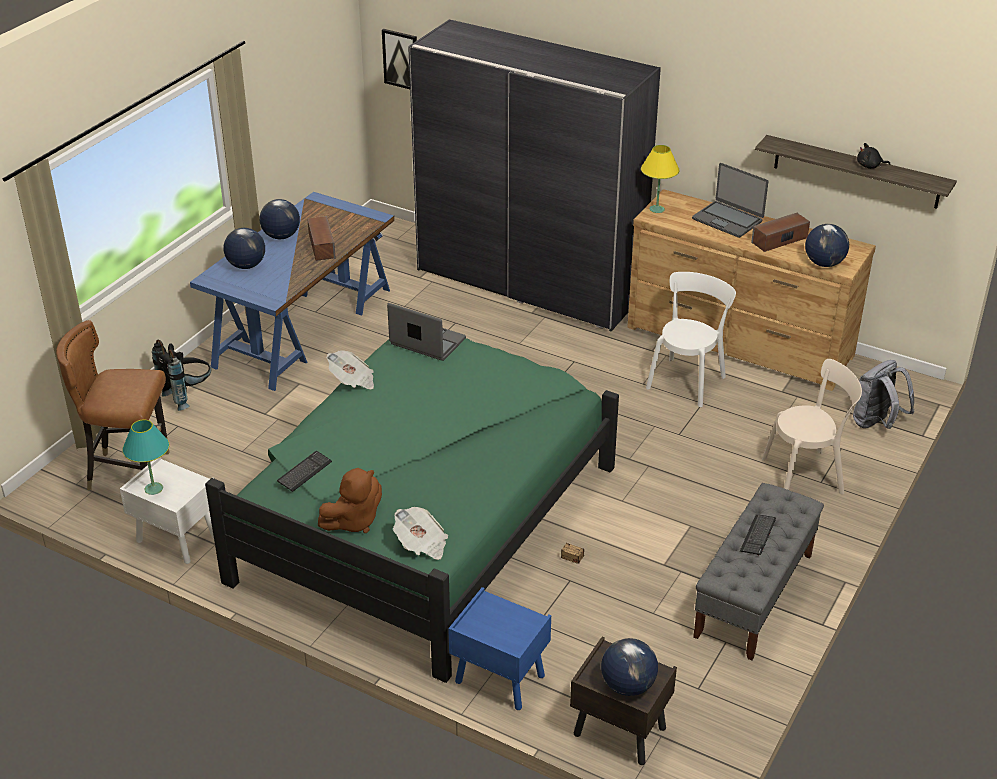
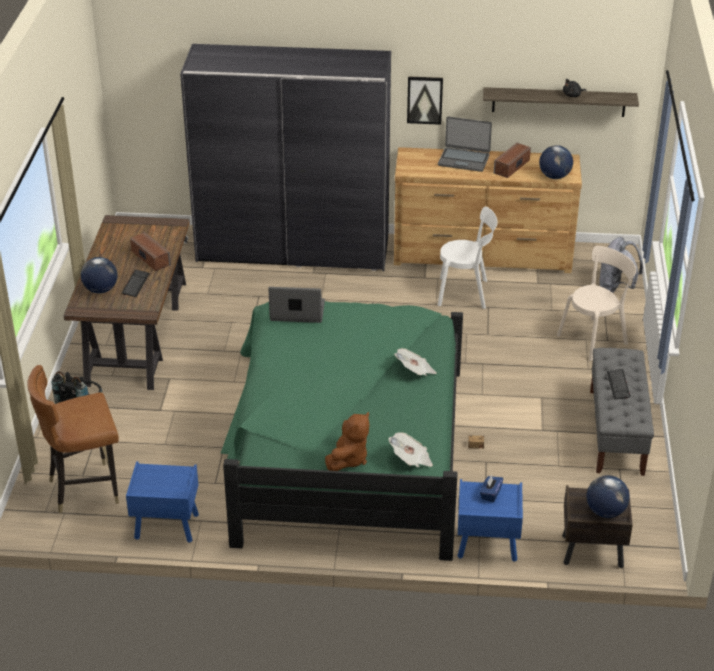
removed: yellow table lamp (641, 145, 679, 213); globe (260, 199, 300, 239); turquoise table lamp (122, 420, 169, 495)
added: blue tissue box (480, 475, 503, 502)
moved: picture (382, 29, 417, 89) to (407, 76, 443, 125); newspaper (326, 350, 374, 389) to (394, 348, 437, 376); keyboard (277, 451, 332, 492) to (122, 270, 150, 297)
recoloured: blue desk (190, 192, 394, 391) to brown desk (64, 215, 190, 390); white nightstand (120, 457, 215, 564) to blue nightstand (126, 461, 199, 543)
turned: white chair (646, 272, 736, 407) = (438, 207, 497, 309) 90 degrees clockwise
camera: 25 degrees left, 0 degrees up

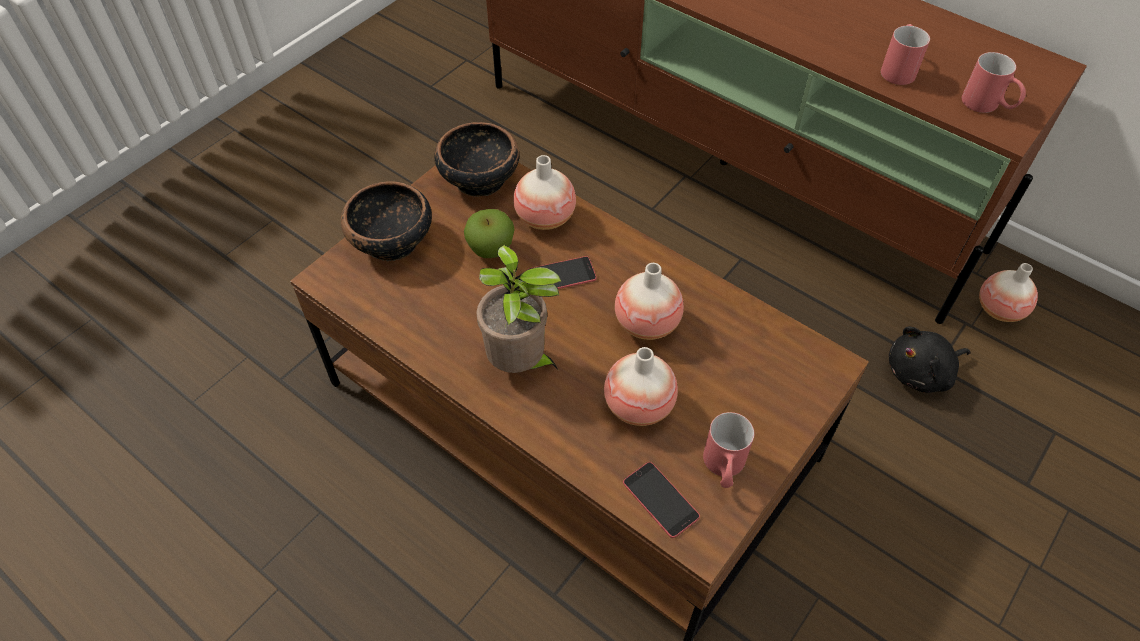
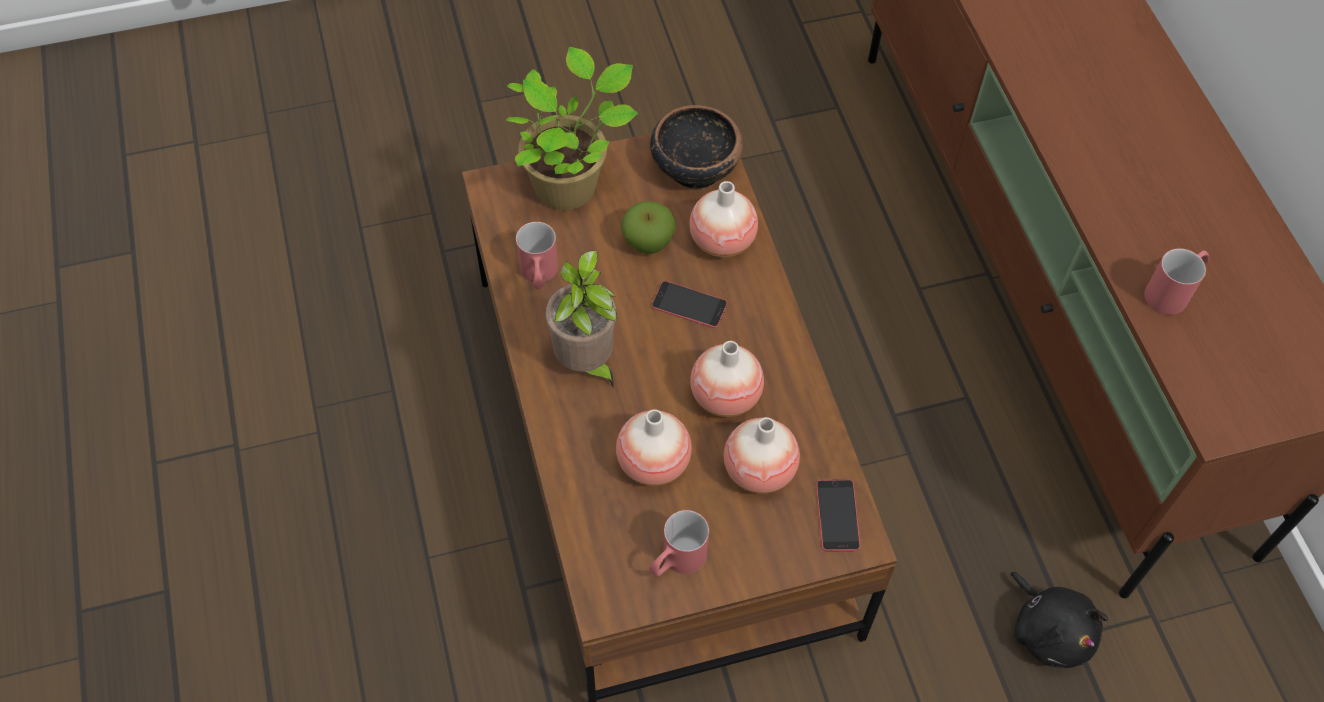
moved: red mug (962, 52, 1026, 113) to (516, 222, 558, 290); vase (979, 263, 1038, 322) to (724, 417, 800, 494); phone (623, 462, 700, 538) to (816, 479, 860, 551)
replaced: bowl (341, 181, 432, 261) to potted plant (506, 47, 638, 210)
turned: black plush toy (889, 326, 970, 393) = (1010, 572, 1108, 668) 135 degrees counterclockwise
camera: 35 degrees right, 5 degrees up

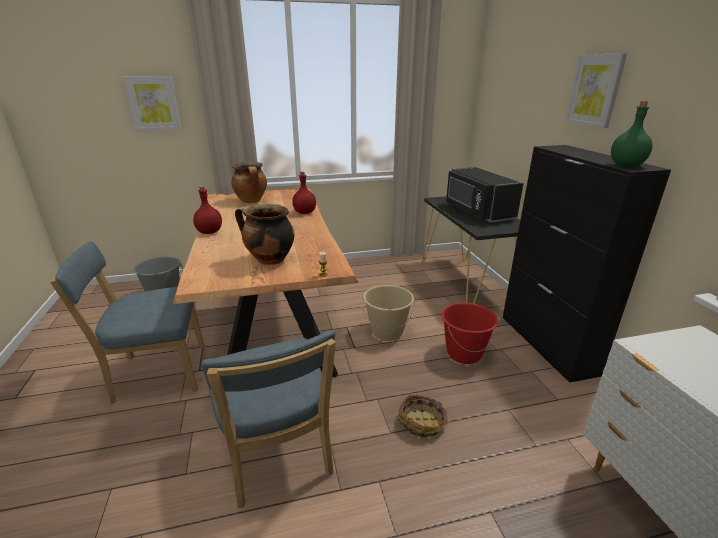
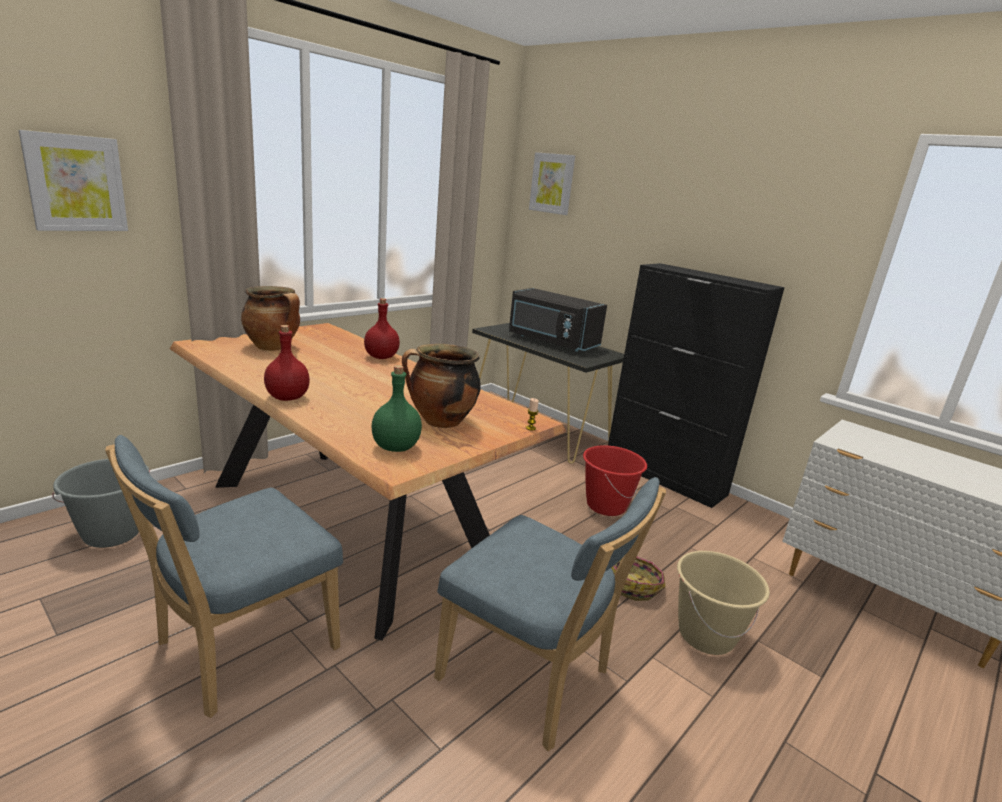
moved: picture (565, 53, 627, 128) to (529, 152, 575, 215); green bottle (611, 101, 653, 167) to (371, 365, 422, 452); beige bucket (362, 285, 415, 341) to (677, 551, 770, 655)
camera: 35 degrees left, 5 degrees down

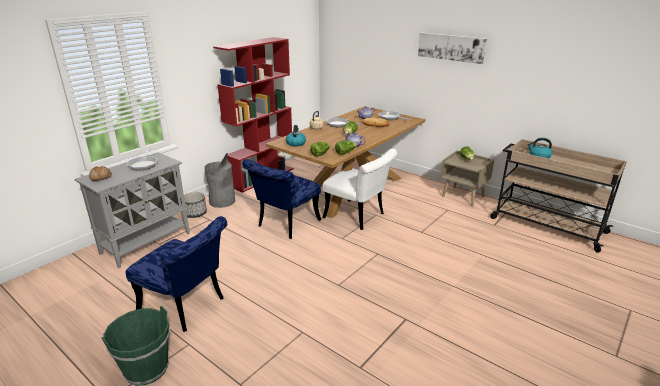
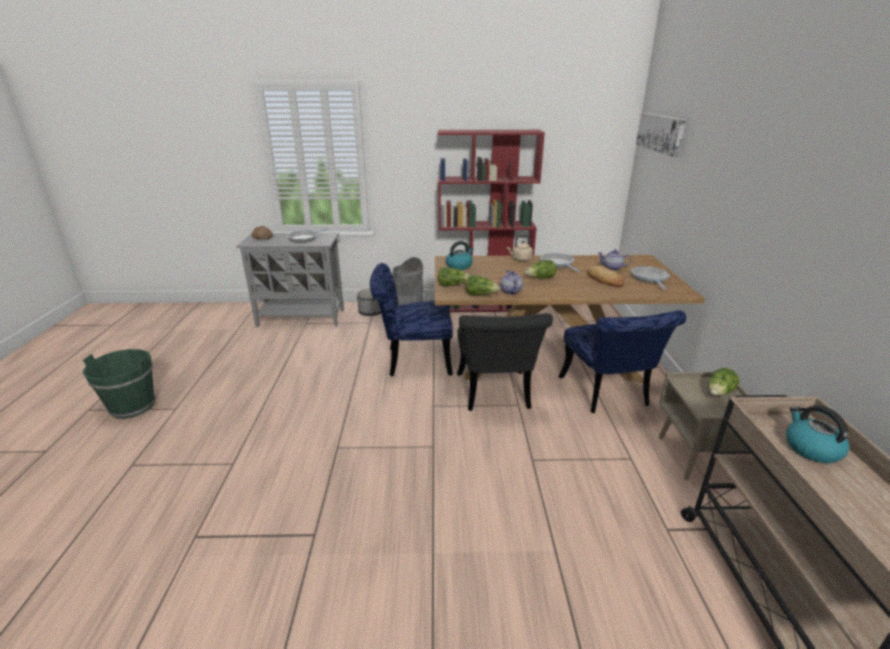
moved: picture (418, 32, 487, 64) to (636, 113, 686, 157); blue chair (126, 216, 227, 332) to (558, 310, 686, 413)
recoloured: white chair (322, 148, 397, 230) to black chair (457, 313, 553, 411)
camera: 50 degrees right, 0 degrees up

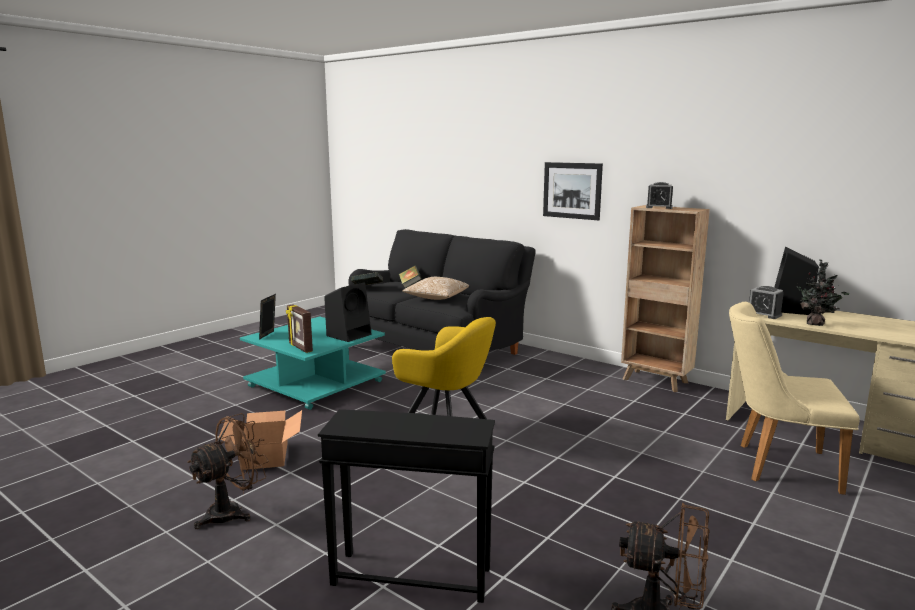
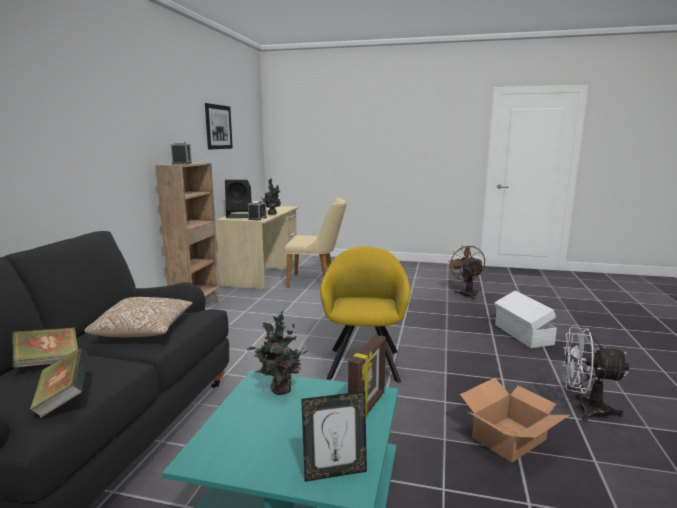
moved: picture (543, 162, 603, 220) to (205, 103, 233, 150)
replaced: black speaker (324, 282, 371, 342) to potted plant (246, 310, 308, 395); black side table (318, 409, 495, 603) to white storage box (494, 291, 557, 348)
recoloured: brown fan (187, 413, 269, 529) to white fan (562, 327, 630, 422)
turned: beige chair (729, 302, 860, 495) = (285, 198, 347, 288) 75 degrees counterclockwise
camera: 115 degrees left, 0 degrees up

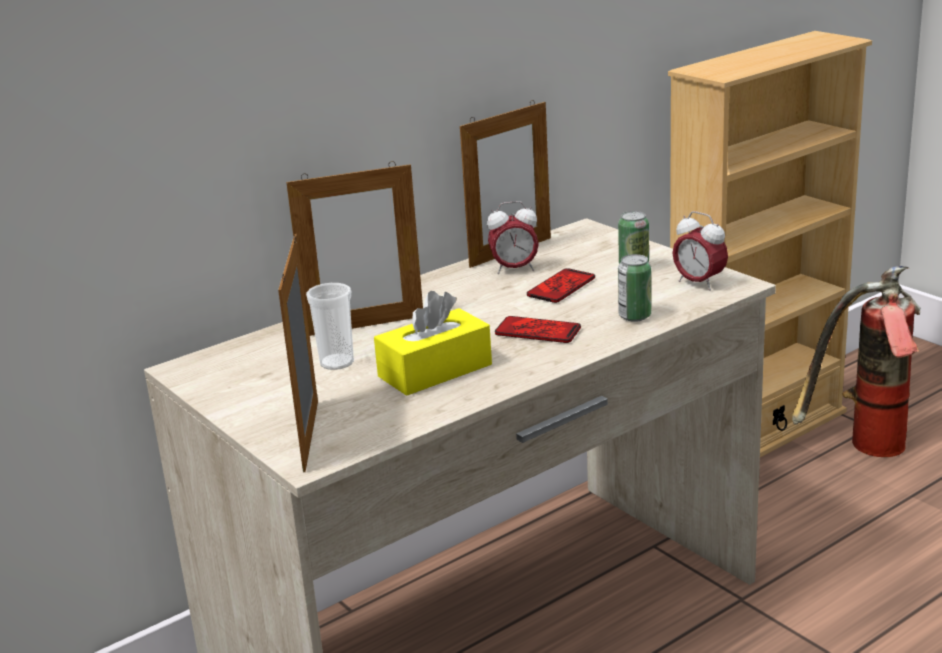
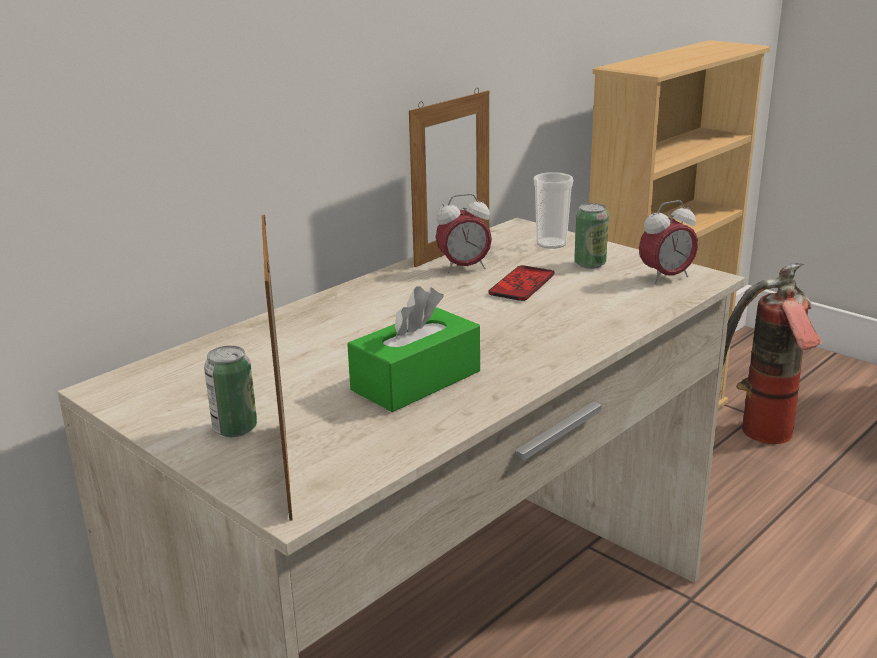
removed: picture frame (286, 161, 423, 336); phone (495, 316, 581, 343)
moved: can (618, 254, 651, 322) to (204, 346, 257, 437); cup (306, 283, 354, 370) to (534, 172, 573, 249)
recoloured: yellow tissue box (374, 291, 492, 396) to green tissue box (347, 286, 480, 412)
turned: alarm clock (672, 211, 728, 291) = (639, 200, 698, 284) 60 degrees counterclockwise
camera: 10 degrees left, 0 degrees up

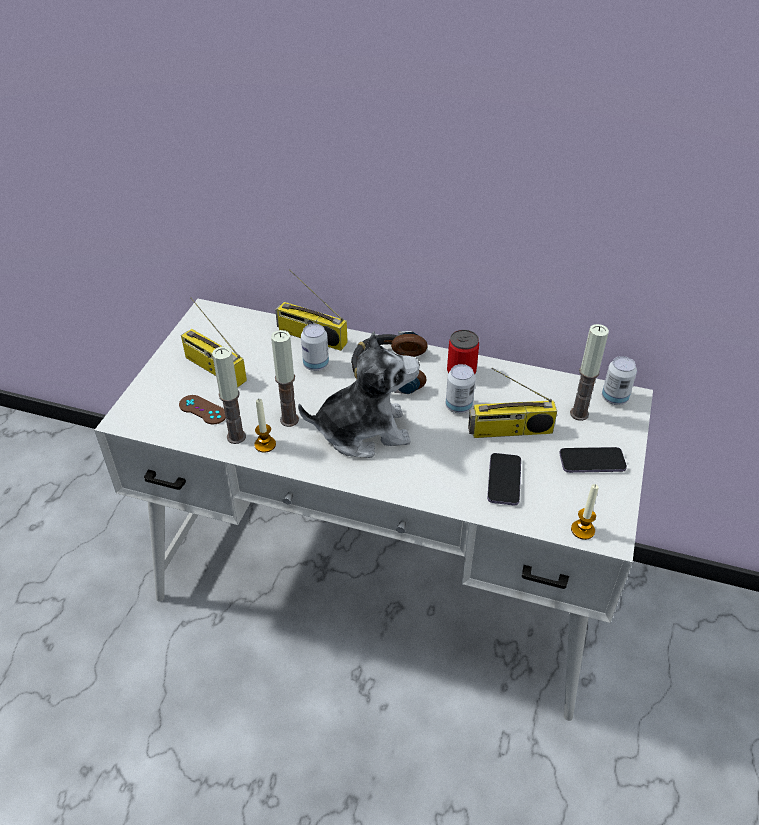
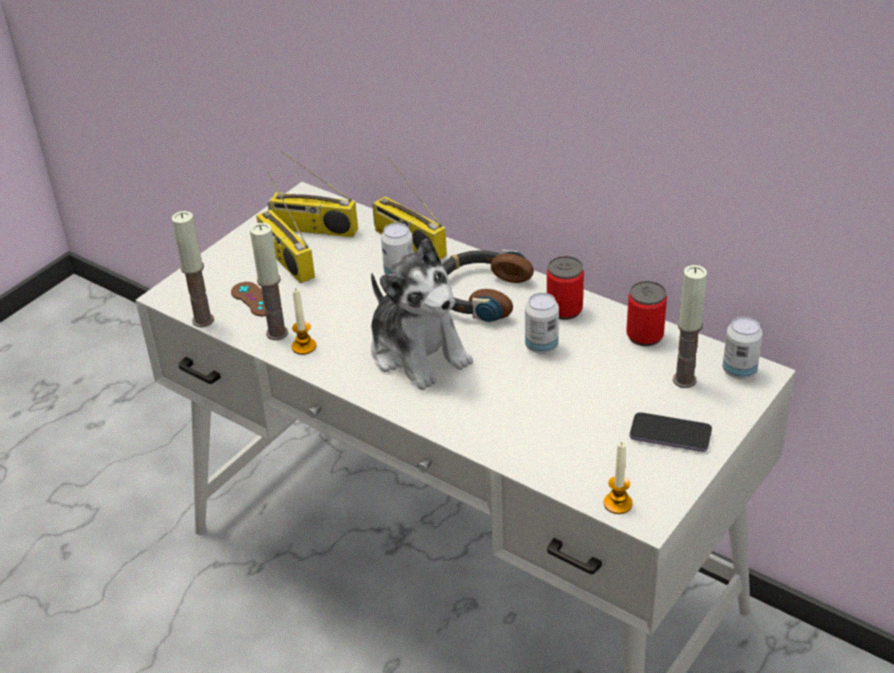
removed: phone (487, 453, 521, 505)
added: can (626, 281, 667, 346)
moved: candle (271, 330, 299, 427) to (171, 211, 214, 327); radio (468, 368, 557, 438) to (267, 150, 358, 237)
turned: plush toy (298, 331, 420, 458) = (371, 238, 473, 390) 45 degrees clockwise
camera: 20 degrees right, 5 degrees down

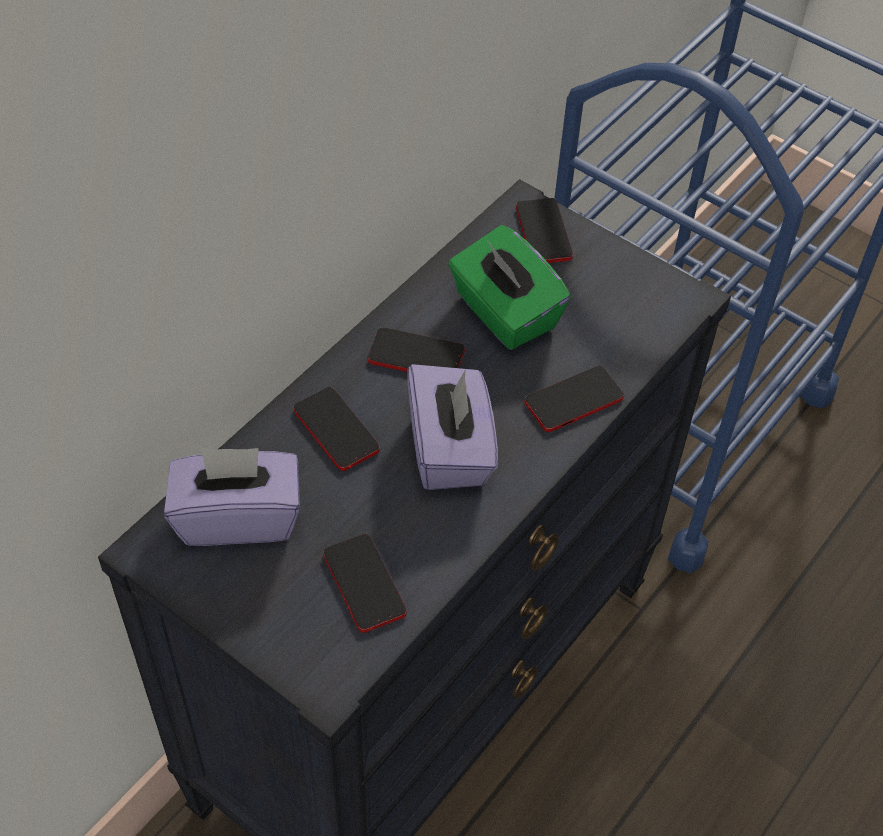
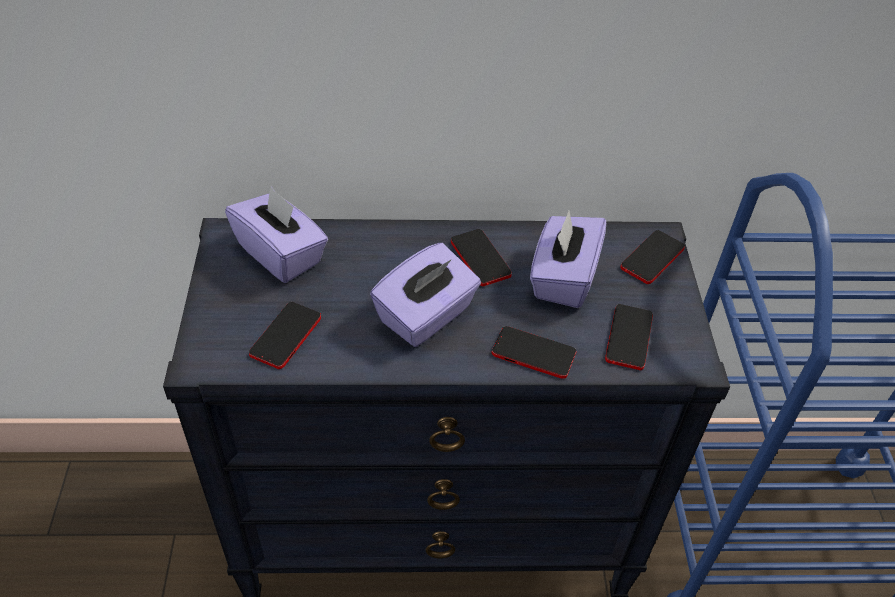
moved: phone (294, 387, 380, 471) to (605, 304, 653, 370)
recoloured: green tissue box (448, 225, 571, 350) to purple tissue box (530, 211, 606, 308)
camera: 50 degrees right, 5 degrees down

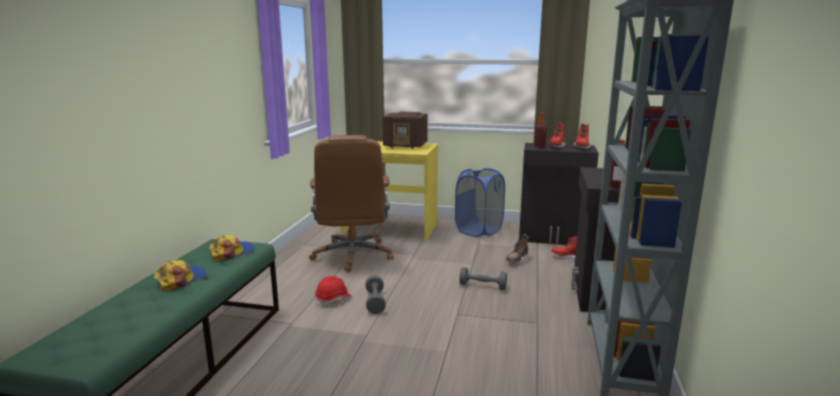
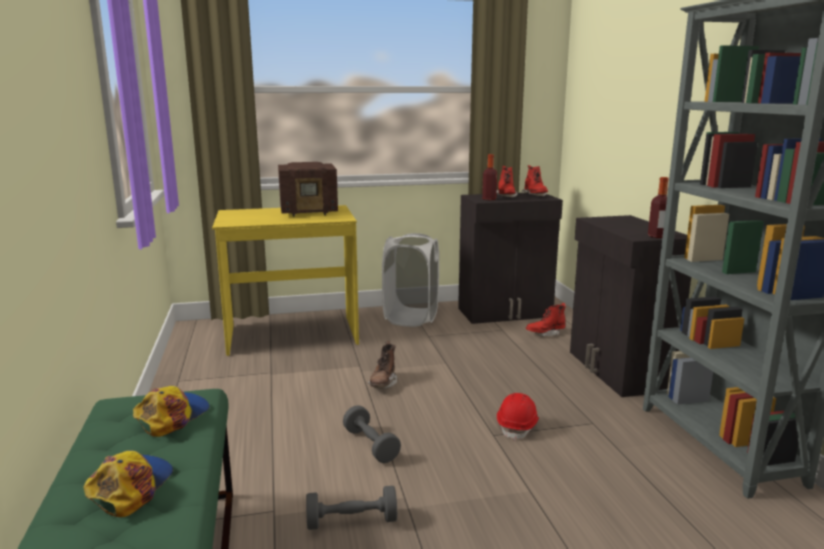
removed: brown office chair (309, 135, 394, 272)
moved: brown boot (506, 234, 529, 264) to (368, 341, 397, 389); grey dumbbell (459, 267, 507, 290) to (306, 486, 397, 530); red hard hat (315, 276, 351, 307) to (497, 393, 539, 441)
recoloured: blue laundry basket (455, 168, 505, 237) to white laundry basket (382, 233, 439, 327)
camera: 25 degrees left, 0 degrees up

